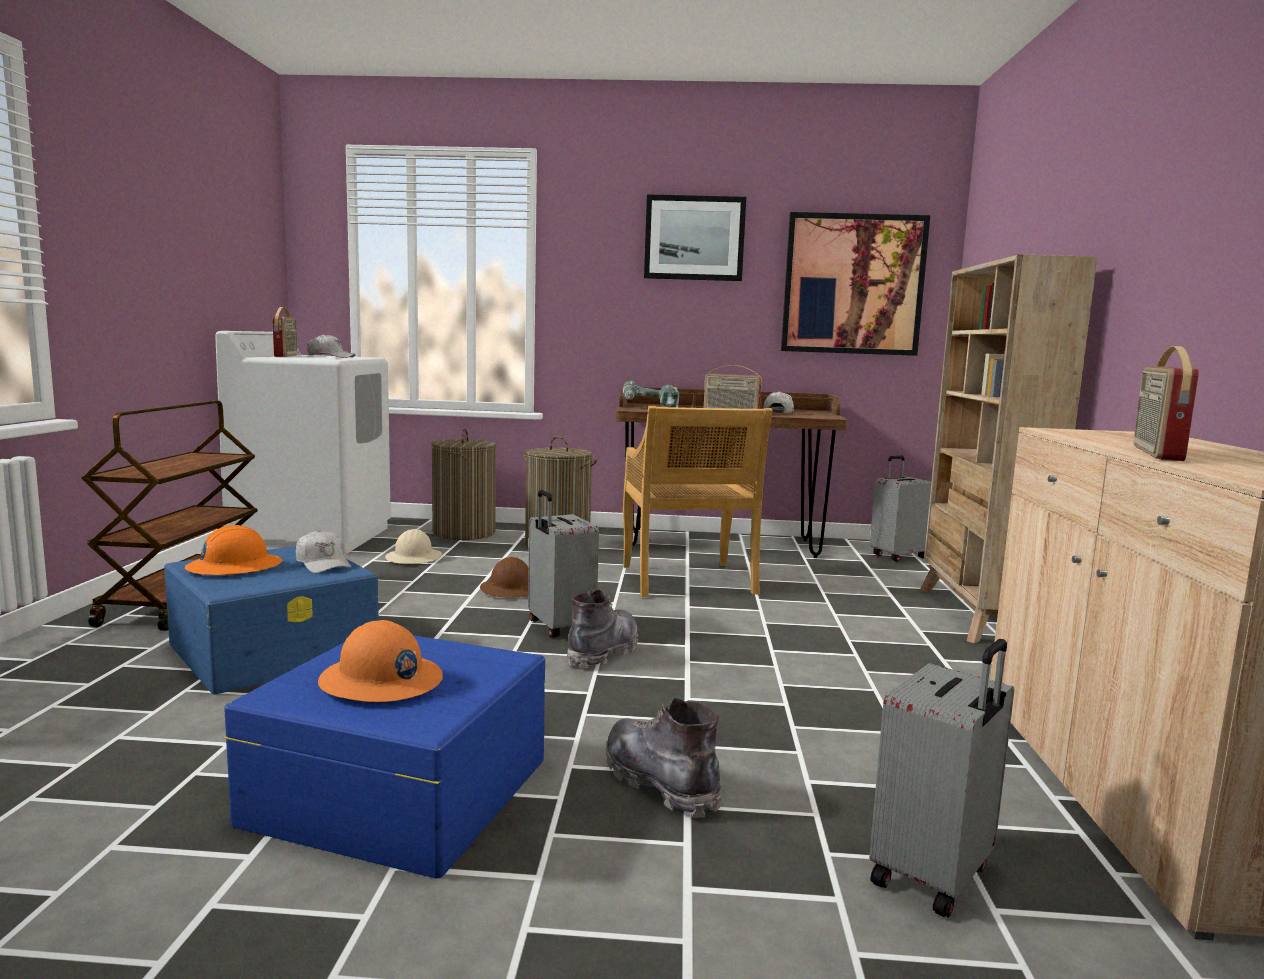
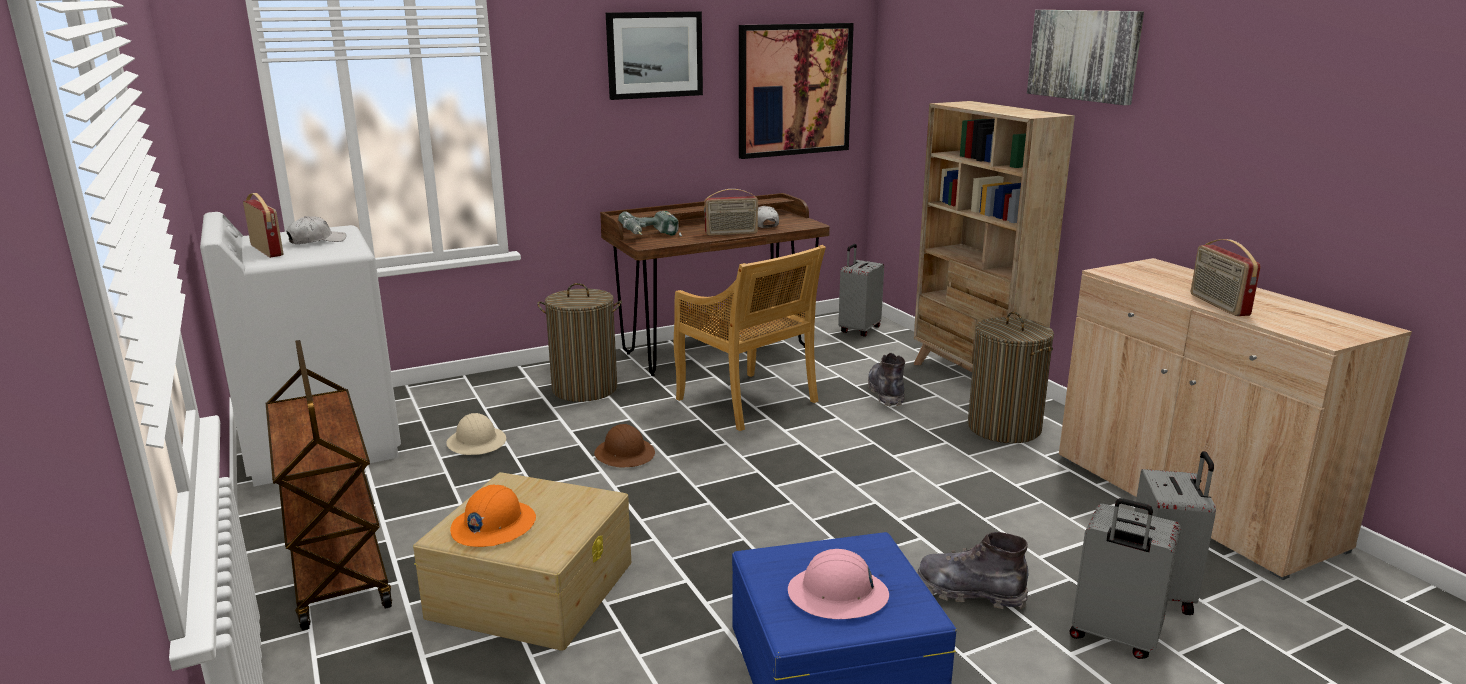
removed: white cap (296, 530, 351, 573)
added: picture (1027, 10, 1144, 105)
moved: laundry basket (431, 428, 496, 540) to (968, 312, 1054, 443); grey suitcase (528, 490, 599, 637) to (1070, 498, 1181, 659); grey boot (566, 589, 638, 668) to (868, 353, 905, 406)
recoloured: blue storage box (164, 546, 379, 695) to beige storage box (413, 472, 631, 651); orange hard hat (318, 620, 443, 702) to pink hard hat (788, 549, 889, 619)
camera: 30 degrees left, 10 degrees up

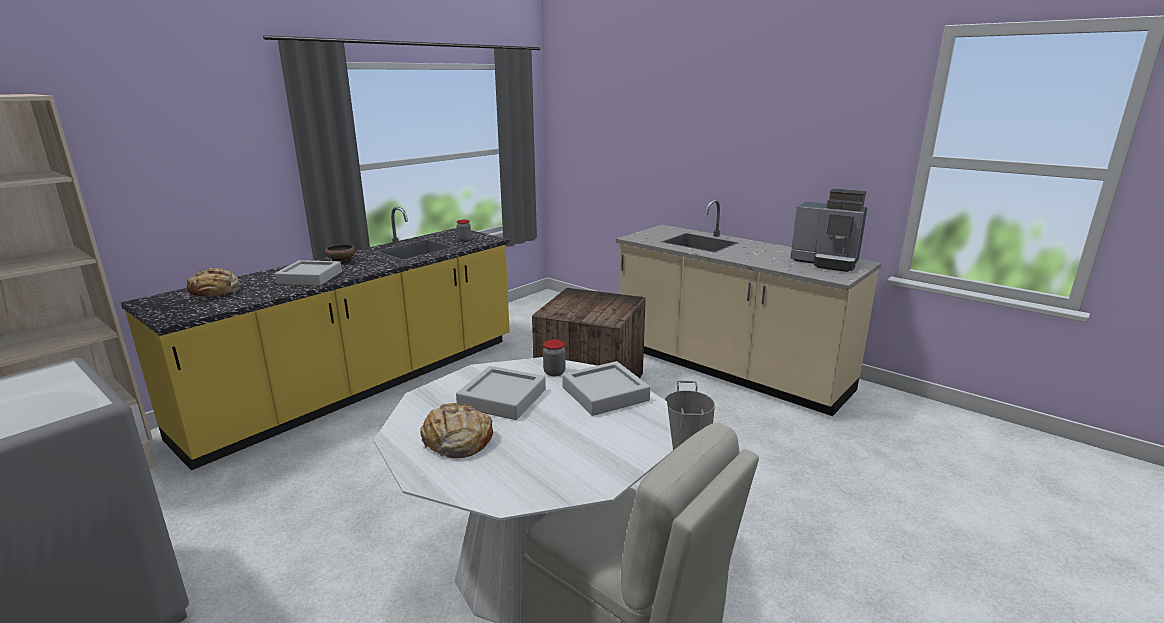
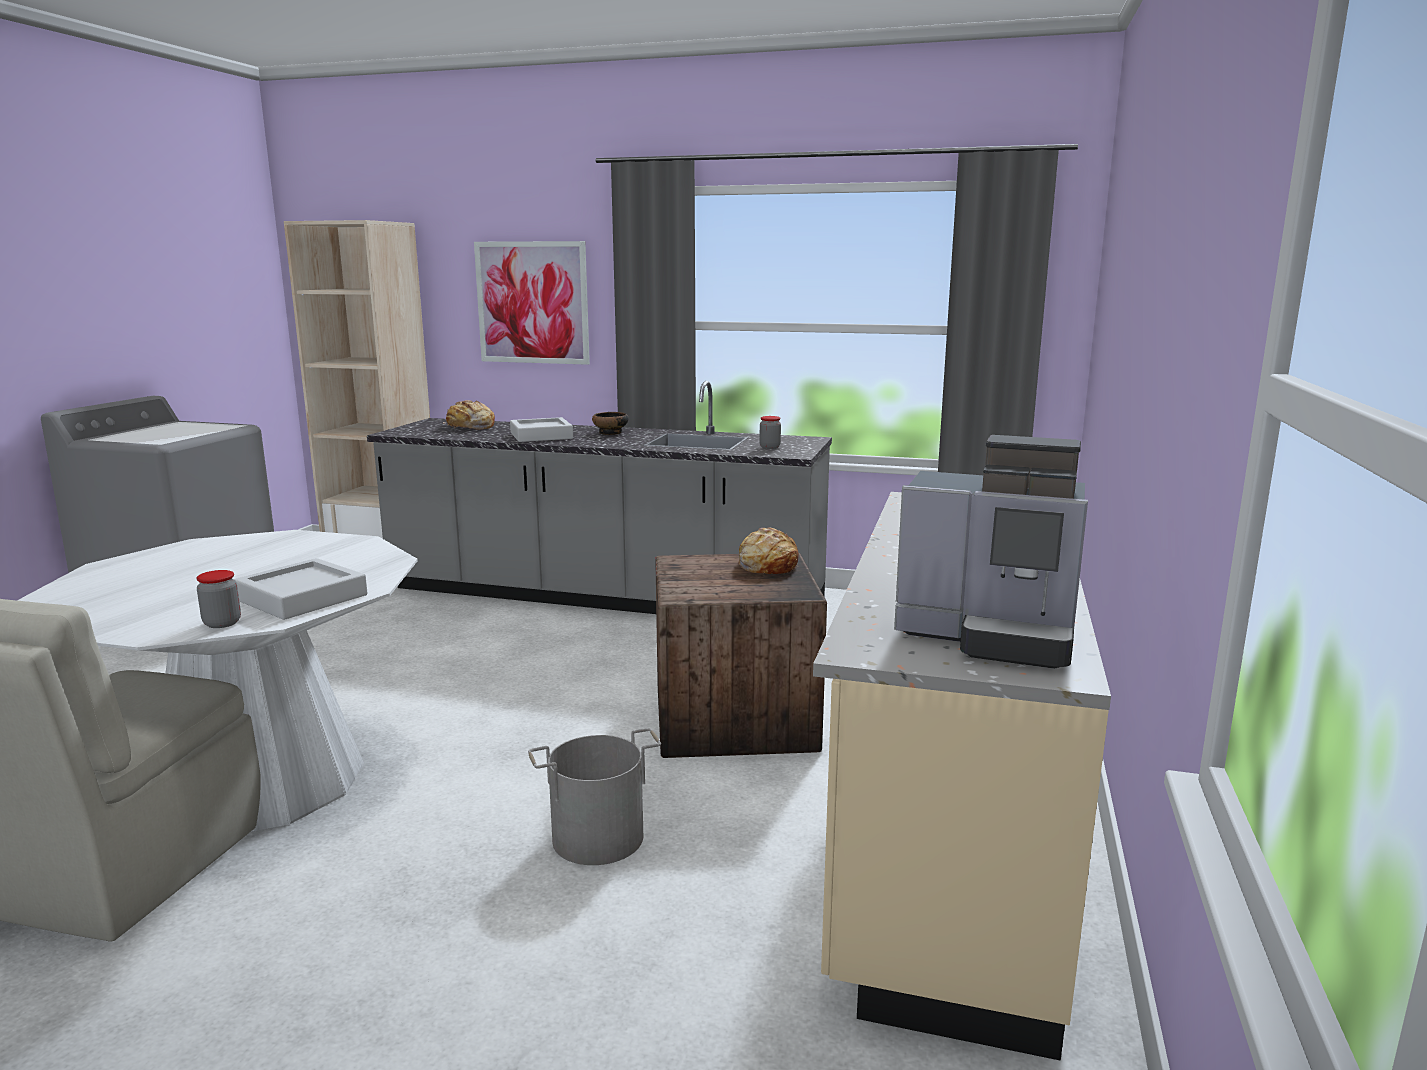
removed: grey tray (456, 366, 546, 420)
added: picture (474, 241, 590, 365)
moved: jar (543, 340, 566, 376) to (196, 570, 241, 628); bread (420, 403, 493, 458) to (738, 527, 799, 574)
recoloured: yellow counter (121, 207, 510, 470) to grey counter (367, 381, 832, 614)
turned: coffee machine (790, 189, 867, 272) = (894, 435, 1088, 669) 75 degrees counterclockwise
camera: 65 degrees right, 5 degrees down

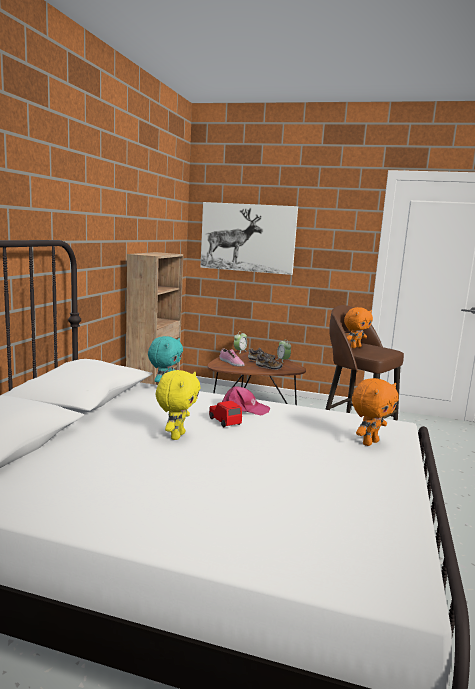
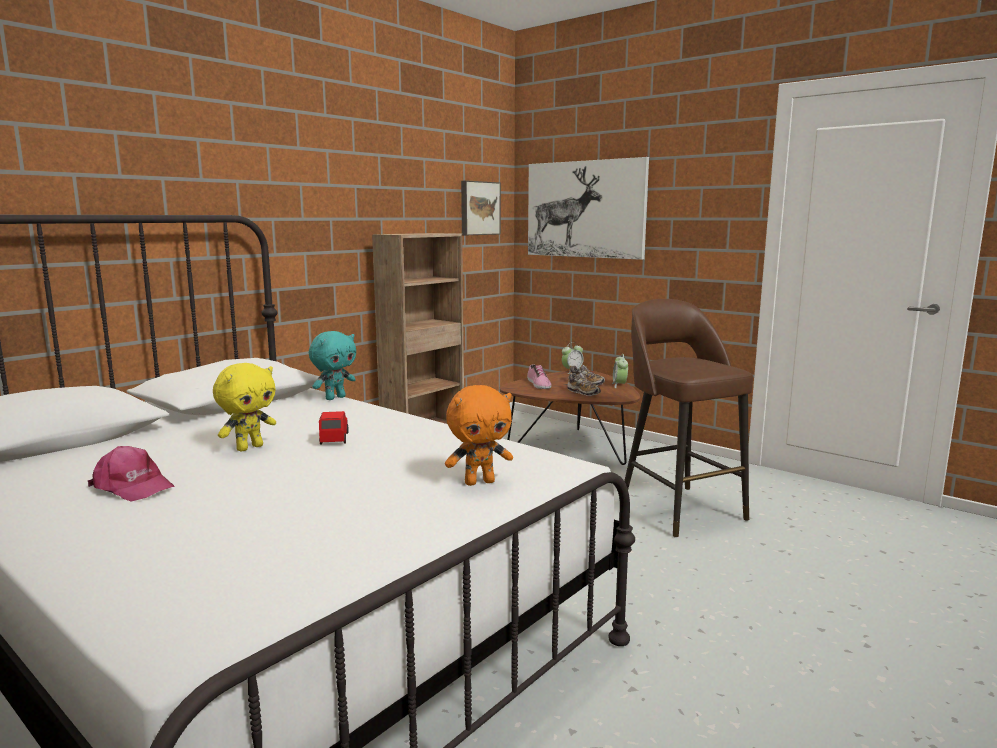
removed: orange plush toy (344, 307, 373, 348)
added: picture (461, 180, 501, 235)
moved: pink cap (222, 386, 270, 416) to (88, 446, 175, 502)
camera: 25 degrees right, 0 degrees up

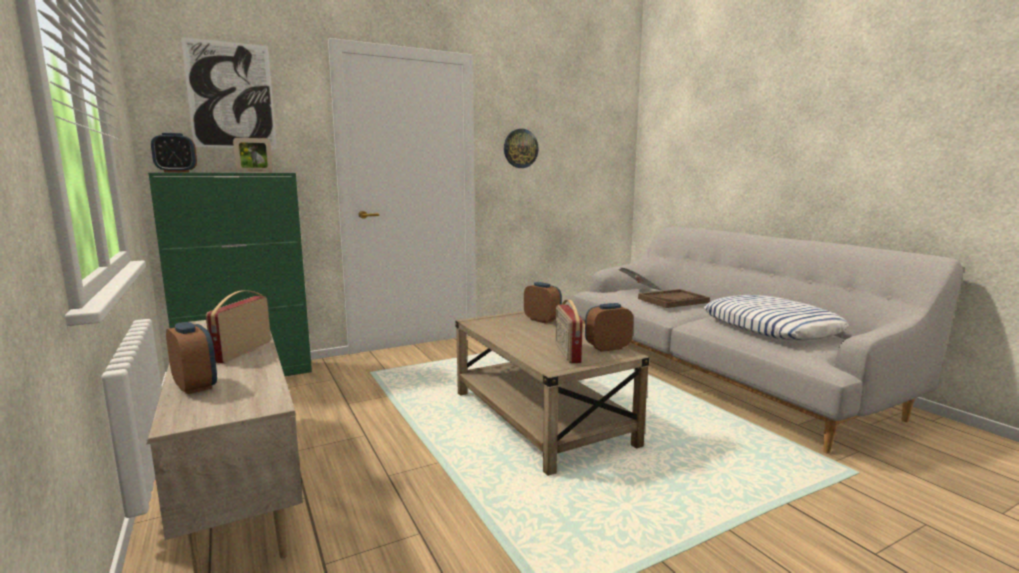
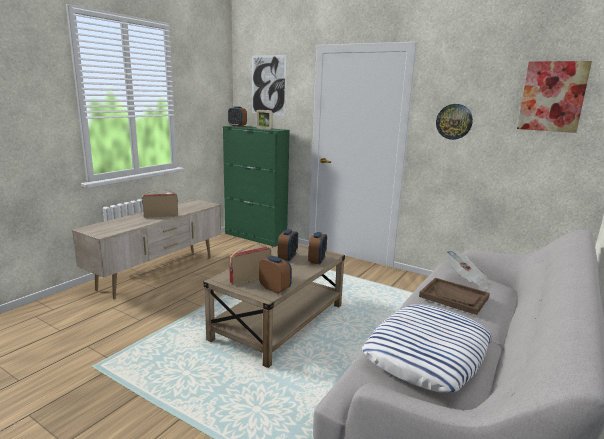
added: picture (517, 61, 592, 133)
moved: alarm clock (166, 322, 217, 395) to (278, 229, 298, 261)
camera: 60 degrees right, 5 degrees up

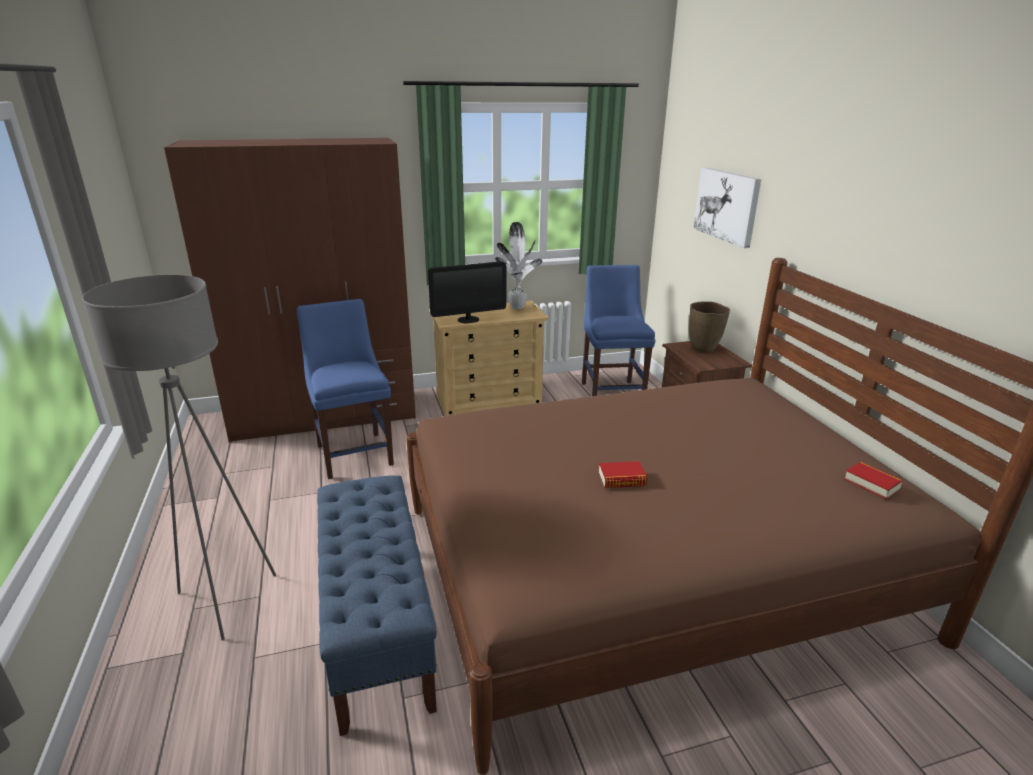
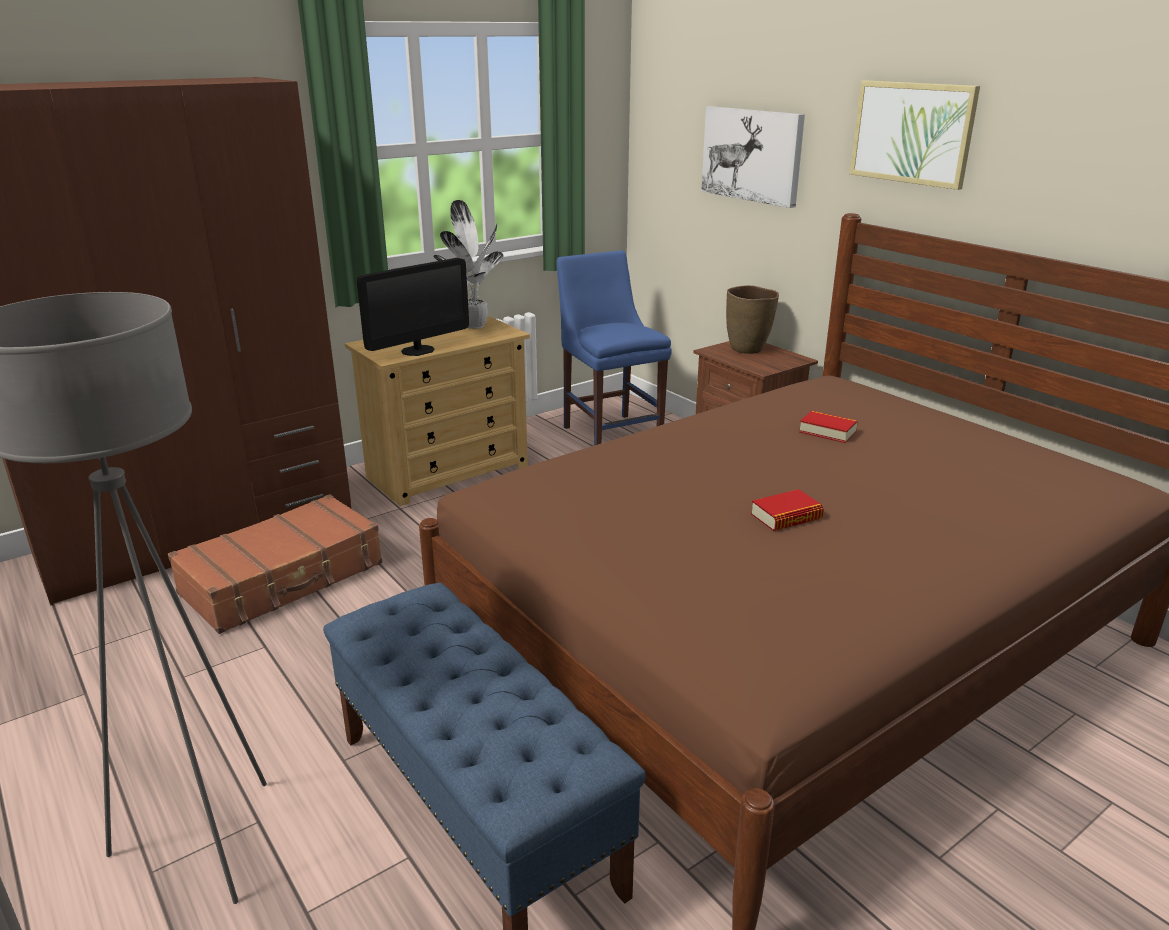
added: picture (850, 80, 980, 190)
moved: book (844, 462, 903, 499) to (799, 411, 858, 443)
replaced: blue chair (297, 299, 394, 479) to brown suitcase (168, 494, 382, 634)
camera: 20 degrees left, 0 degrees up

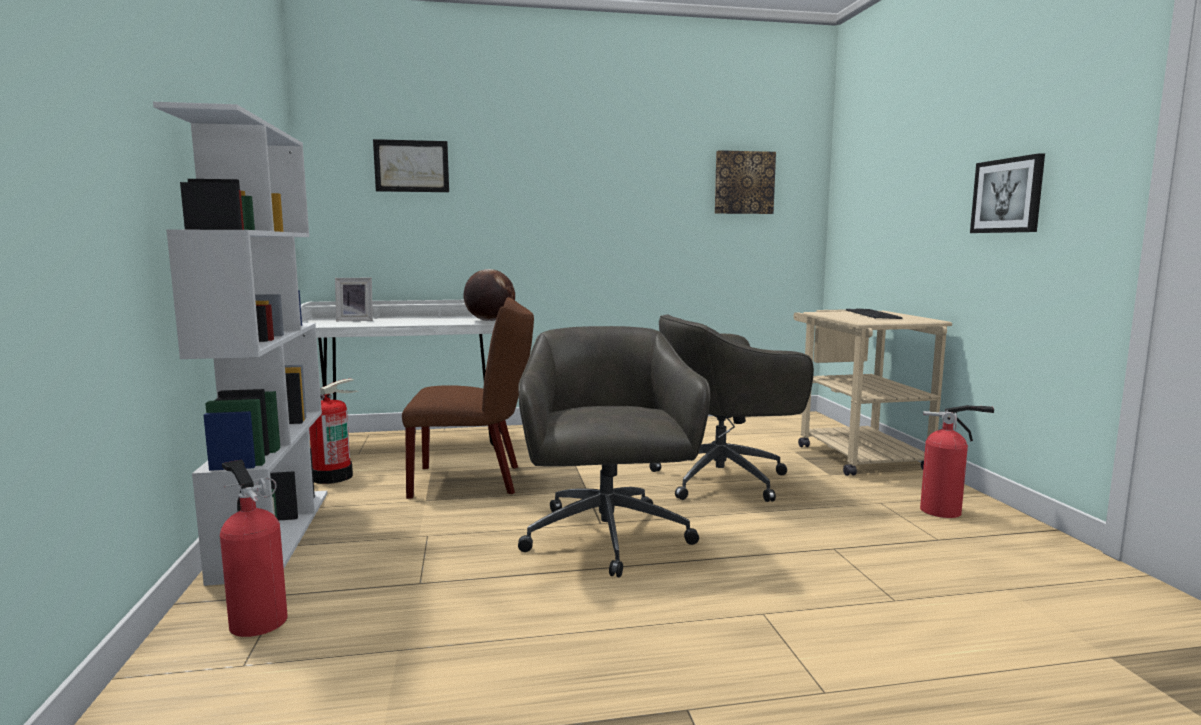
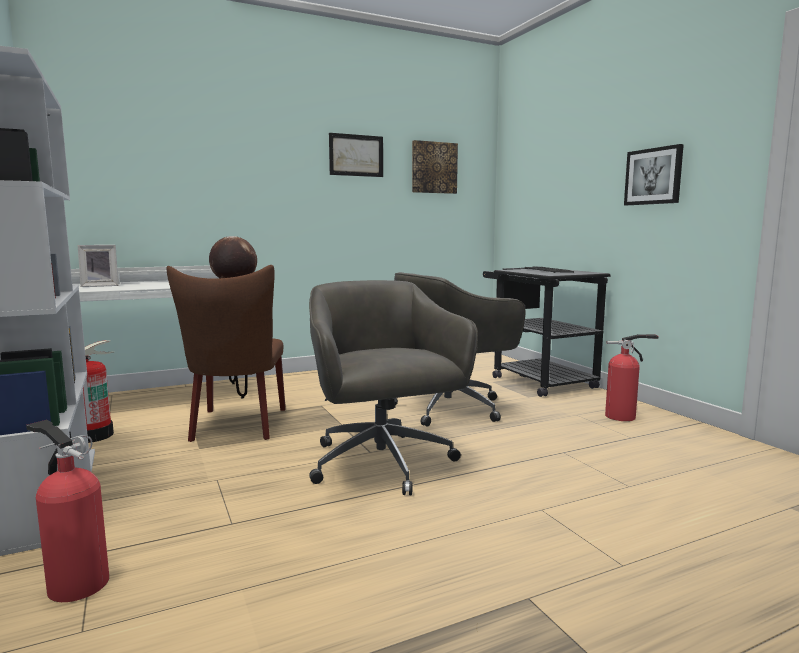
moved: picture (373, 139, 449, 192) to (329, 133, 383, 177)
recoloured: beige cart (794, 309, 952, 476) to black cart (483, 268, 610, 397)
turned: brown chair (402, 297, 534, 499) = (167, 265, 286, 442) 105 degrees clockwise
camera: 15 degrees left, 0 degrees up

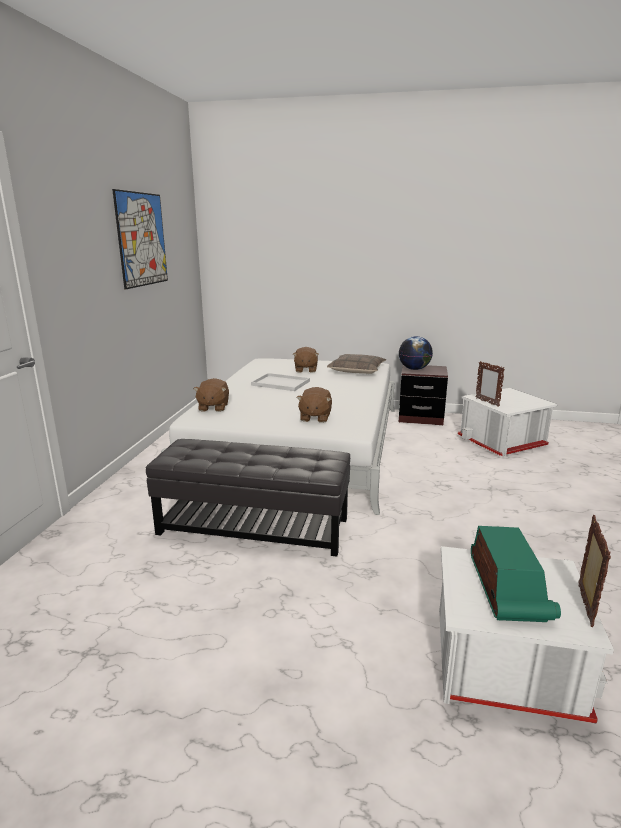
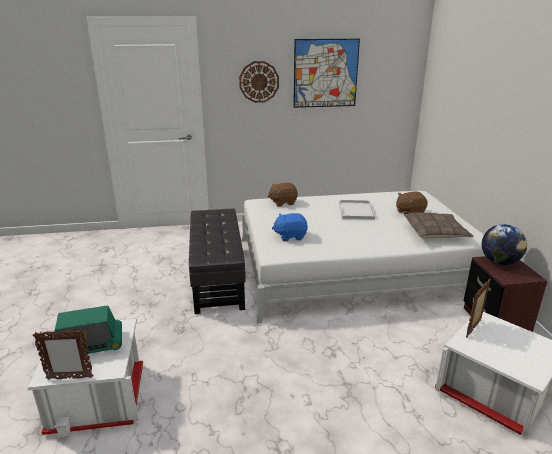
added: wall clock (239, 61, 279, 103)
recoloured: brown plush toy (296, 387, 332, 423) to blue plush toy (272, 213, 308, 241)
camera: 70 degrees right, 5 degrees up

